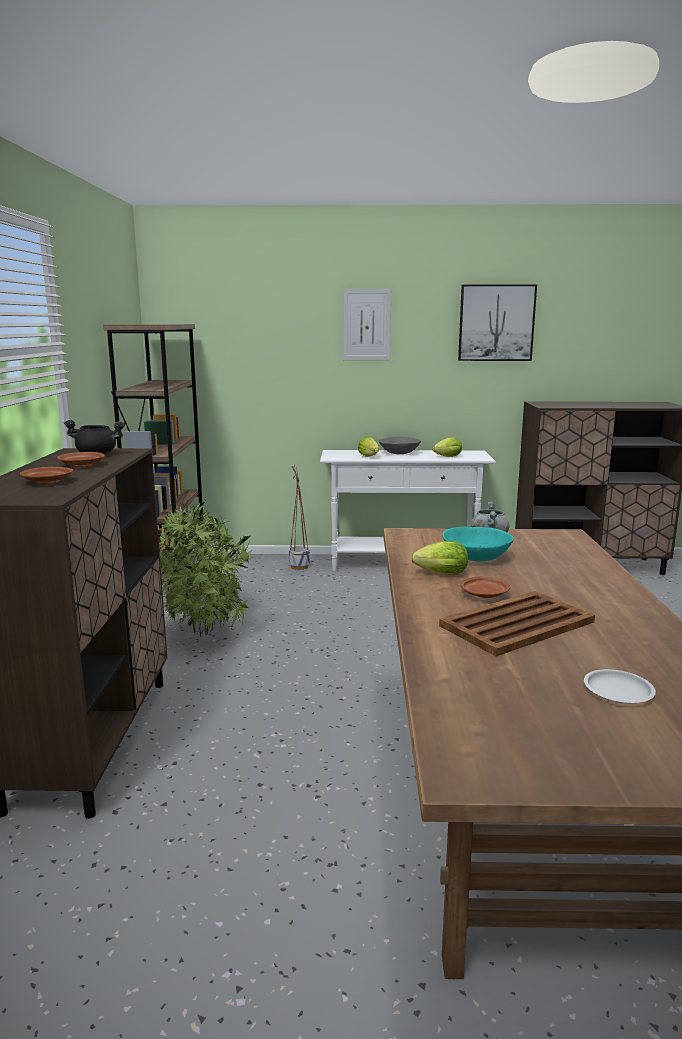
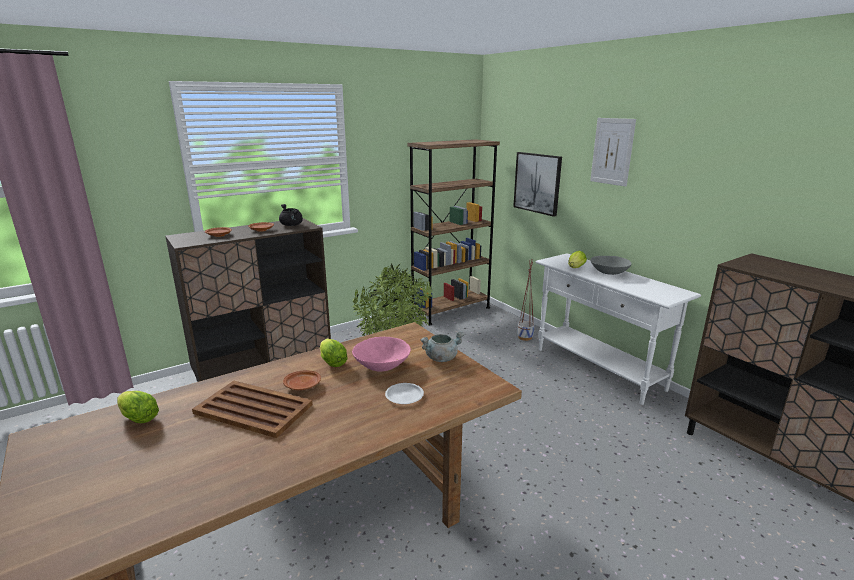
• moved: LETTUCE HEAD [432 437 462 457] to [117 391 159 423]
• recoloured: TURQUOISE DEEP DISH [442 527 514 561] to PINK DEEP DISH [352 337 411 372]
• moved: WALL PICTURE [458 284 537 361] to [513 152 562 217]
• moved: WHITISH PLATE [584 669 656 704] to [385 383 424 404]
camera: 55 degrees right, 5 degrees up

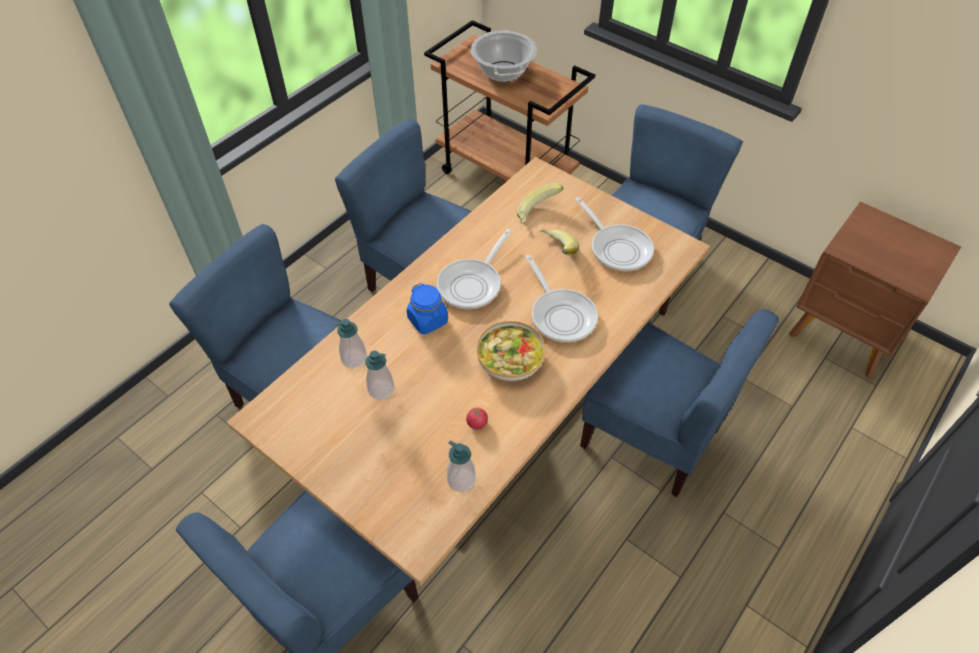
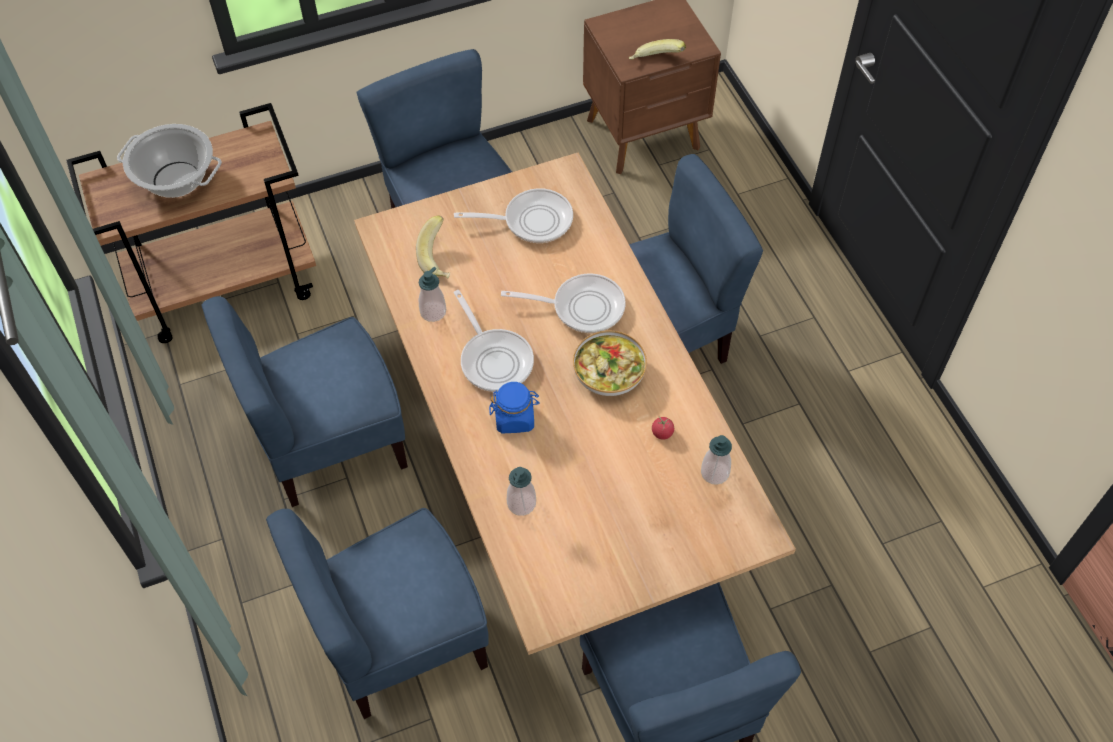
• moved: LIQUID SOAP BOTTLE [365 350 394 400] to [418 267 446 322]
• moved: BANANA [539 228 579 256] to [629 39 686 60]
camera: 60 degrees left, 5 degrees up

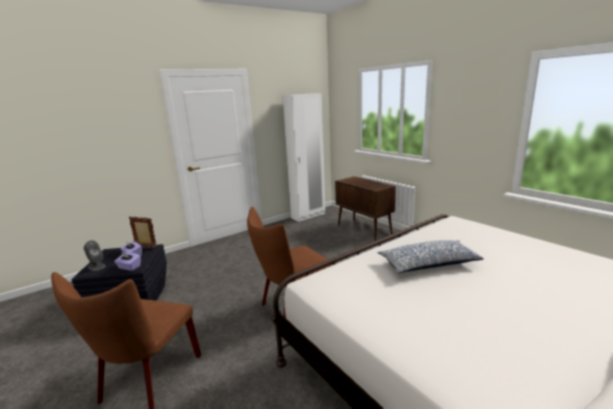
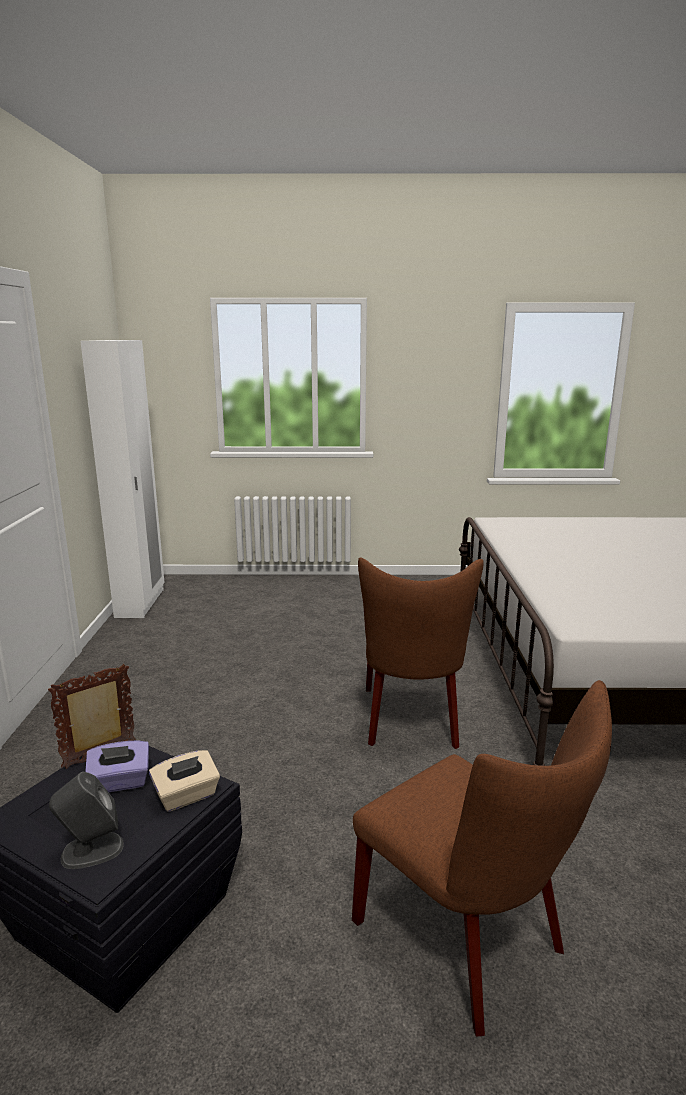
• recoloured: PURPLISH BOX OF TISSUES [114 252 141 271] to BEIGE-COLOURED BOX OF TISSUES [149 750 220 812]
• removed: BROWNISH STORAGE CABINET [335 176 396 241]
• removed: THROW PILLOW [377 240 484 273]
camera: 55 degrees left, 0 degrees up

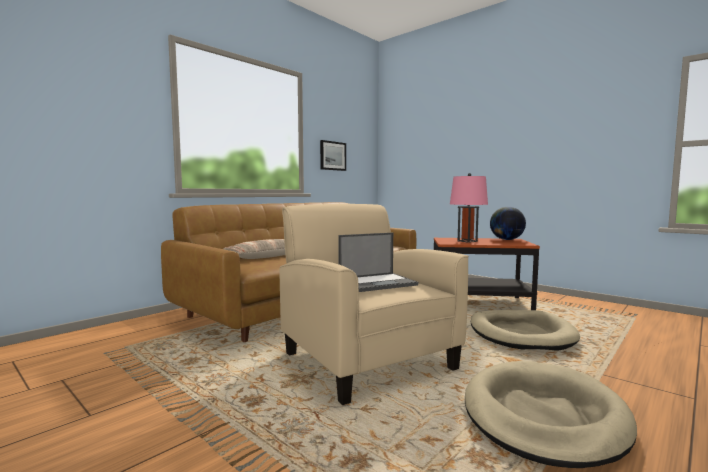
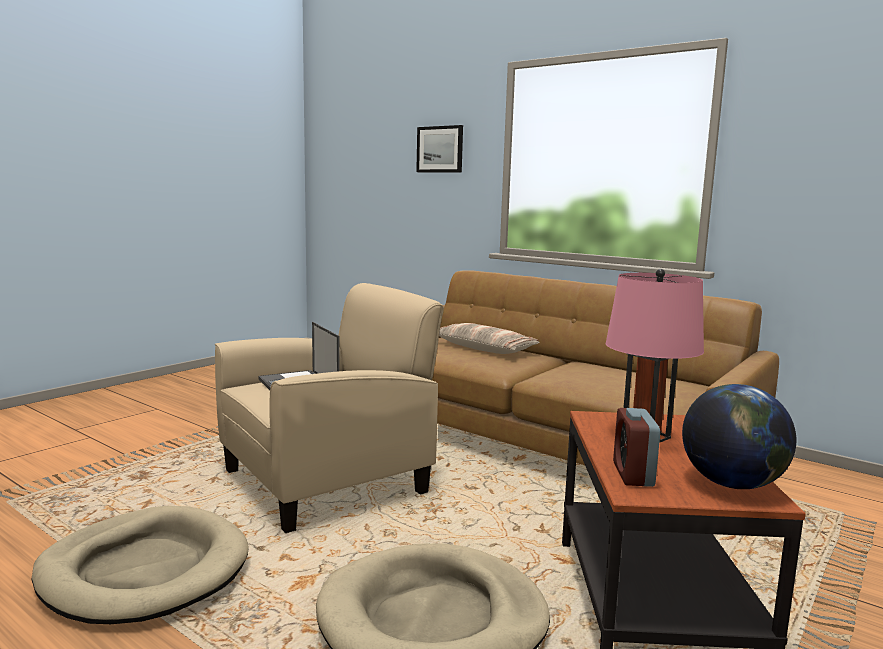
• moved: WALL PICTURE [320 140 346 171] to [416 125 463 173]
• added: TABLE CLOCK [613 408 660 487]
camera: 85 degrees right, 5 degrees up

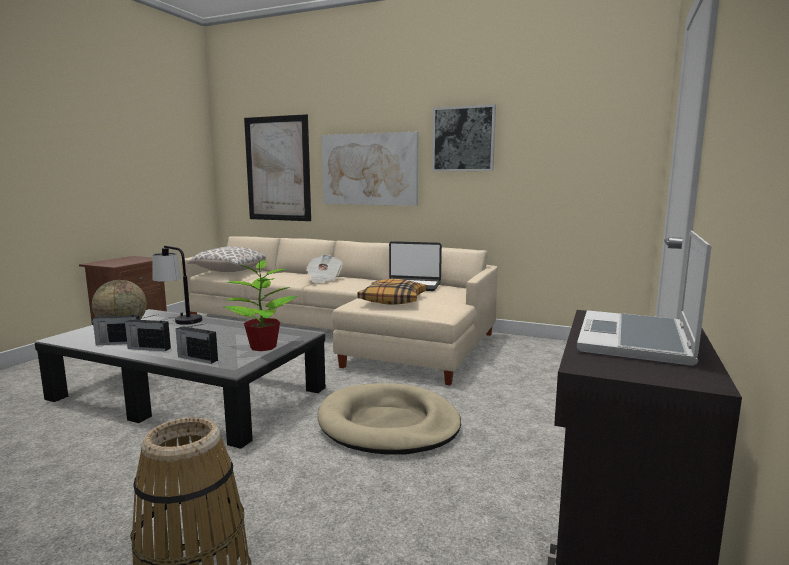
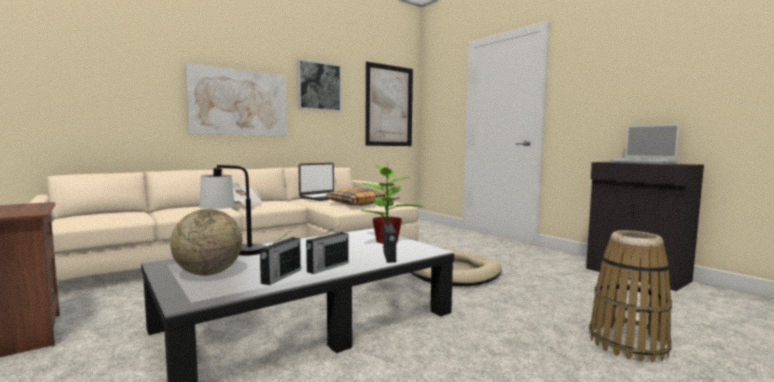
• turned: RADIO [176 324 218 364] = [383 220 397 263] 60 degrees counterclockwise
• removed: THROW PILLOW [187 247 266 272]
• moved: WALL PICTURE [244 114 311 221] to [366 61 413 146]
camera: 60 degrees left, 5 degrees down

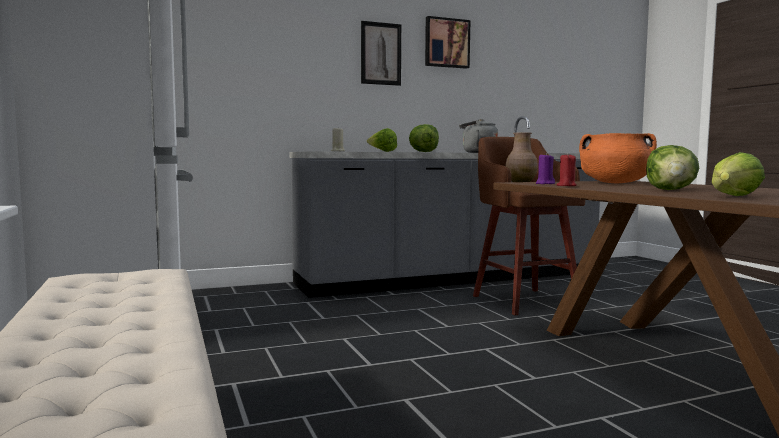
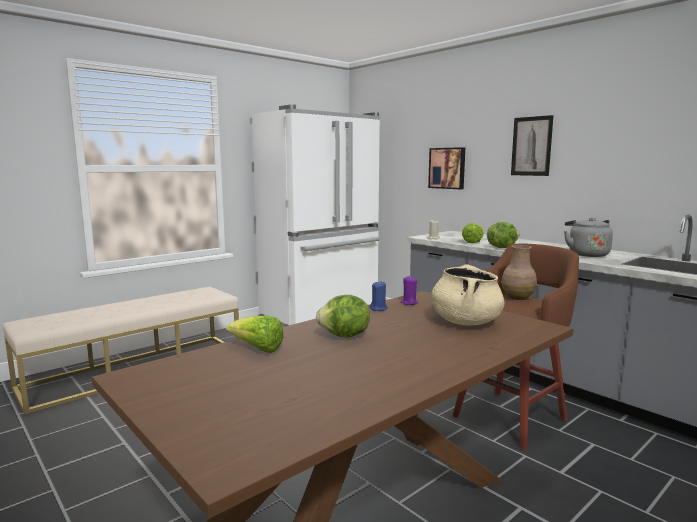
• moved: WALL PICTURE [425 16 470 69] to [428 147 465 189]
• recoloured: REDDISH WAX CANDLE [557 155 577 186] to BLUISH WAX CANDLE [370 282 388 311]
• recoloured: ORANGE COOKING POT [579 133 657 183] to BEIGE-COLOURED COOKING POT [432 264 505 326]
camera: 70 degrees right, 5 degrees up

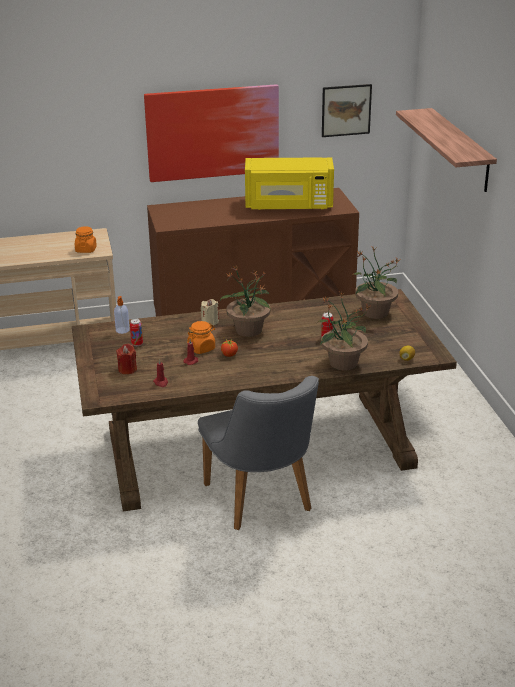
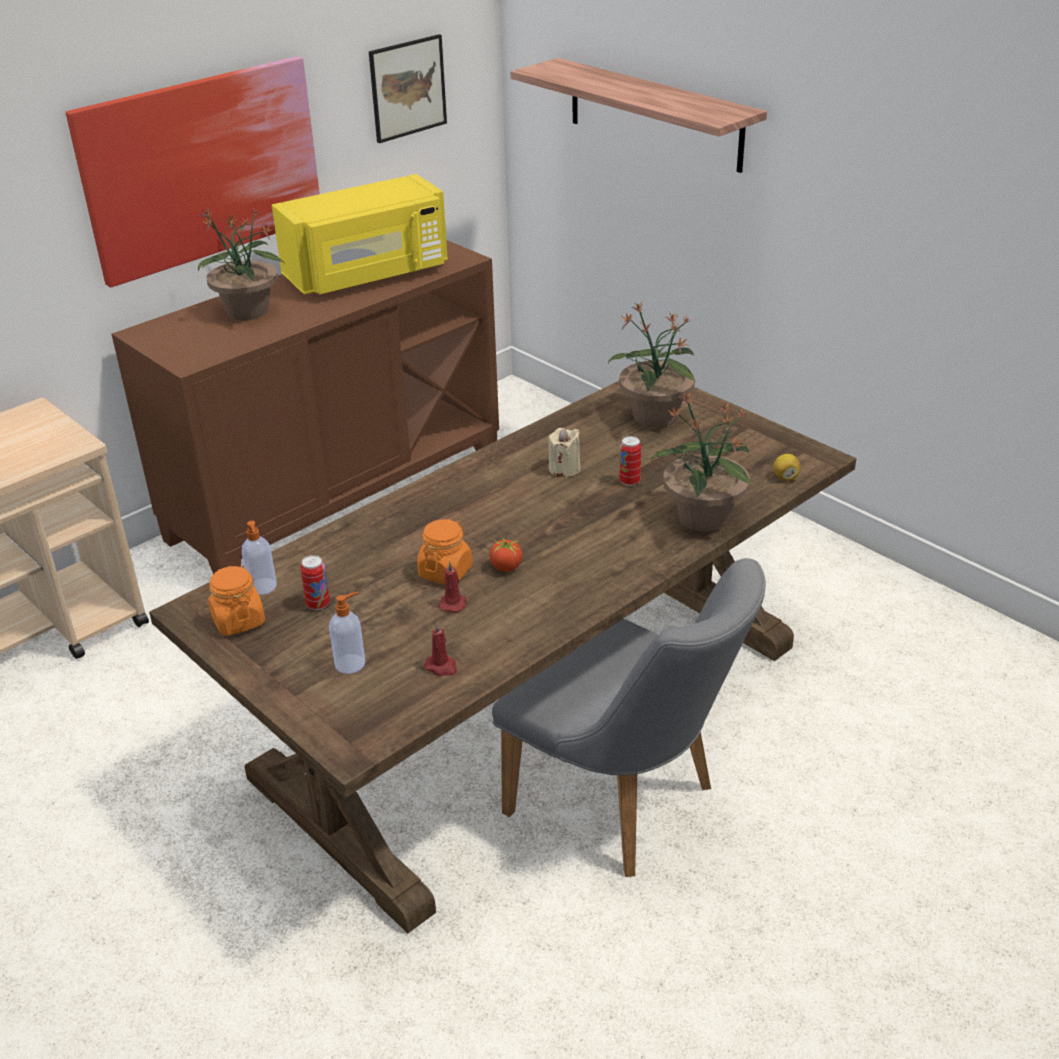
• moved: ORANGE JAR [75 226 97 253] to [208 566 265 636]
• replaced: REDDISH WAX CANDLE [116 344 137 374] to LIQUID SOAP BOTTLE [329 592 365 674]
• moved: BEIGE-COLOURED WAX CANDLE [201 299 219 325] to [548 428 580 477]
• moved: PLANT IN A POT [220 264 271 337] to [198 207 284 320]
camera: 30 degrees left, 5 degrees up

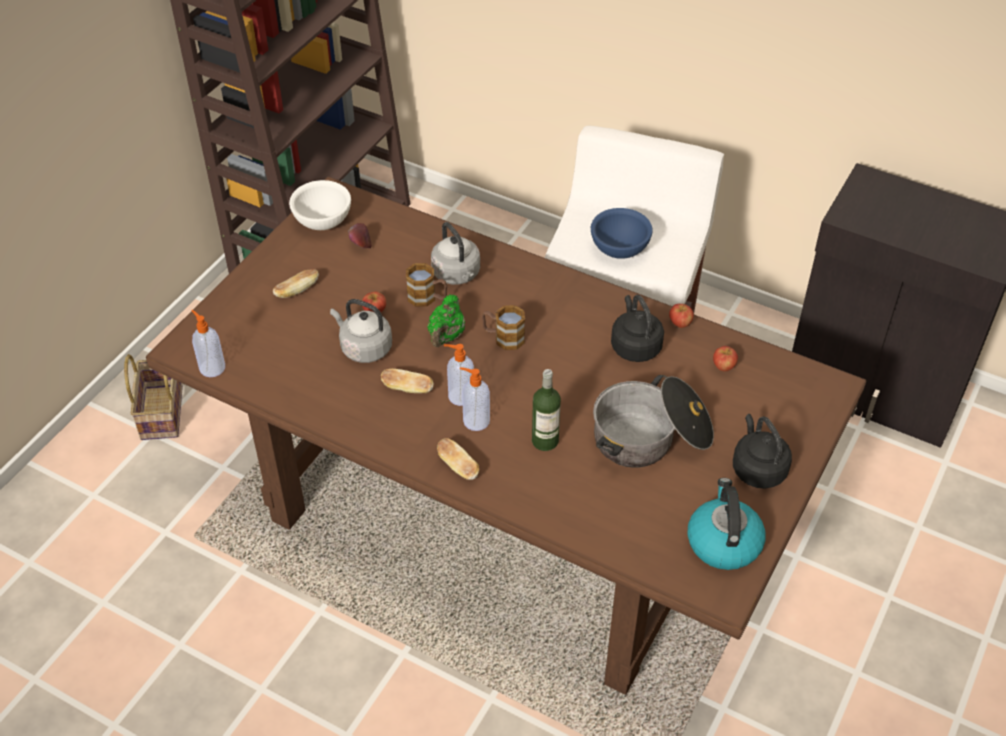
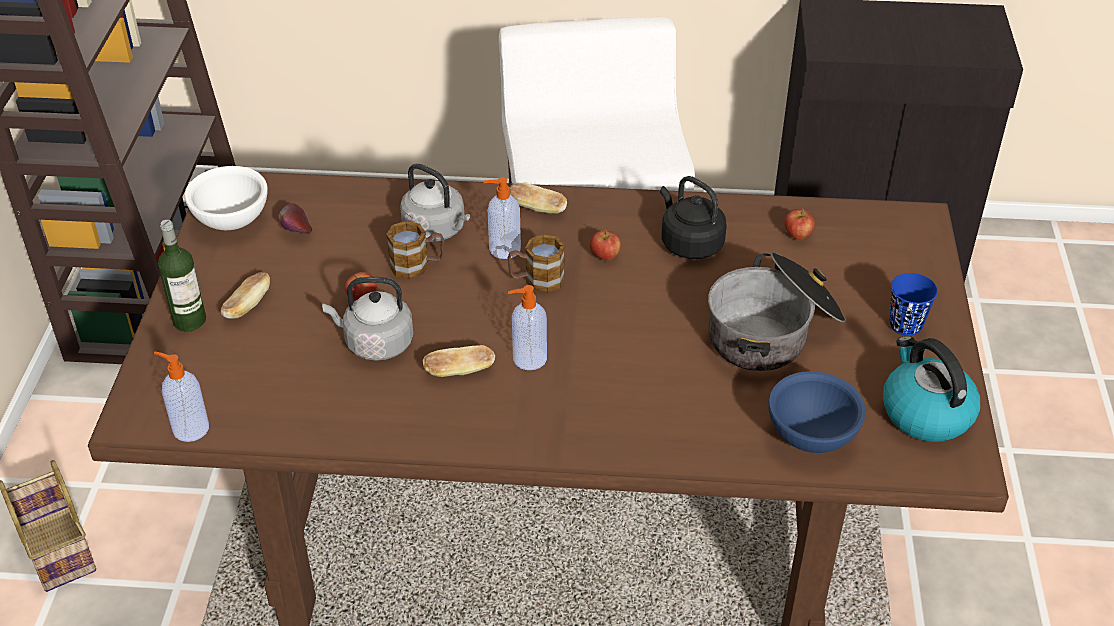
• removed: GREEN-COLOURED TEA POT [427 294 465 347]
• moved: BREAD [437 438 479 480] to [510 183 567 214]
• moved: LIQUID SOAP BOTTLE [460 367 490 431] to [483 177 521 259]
• moved: BOTTLE [532 369 561 451] to [158 220 206 332]
• moved: BLUISH DEEP DISH [591 208 653 259] to [768 371 866 453]
• moved: APPLE [669 304 694 328] to [590 229 621 260]
• replaced: BLACK WATER KETTLE [733 414 792 489] to BLUISH SMALL CUP [889 273 938 336]
camera: 25 degrees left, 5 degrees down

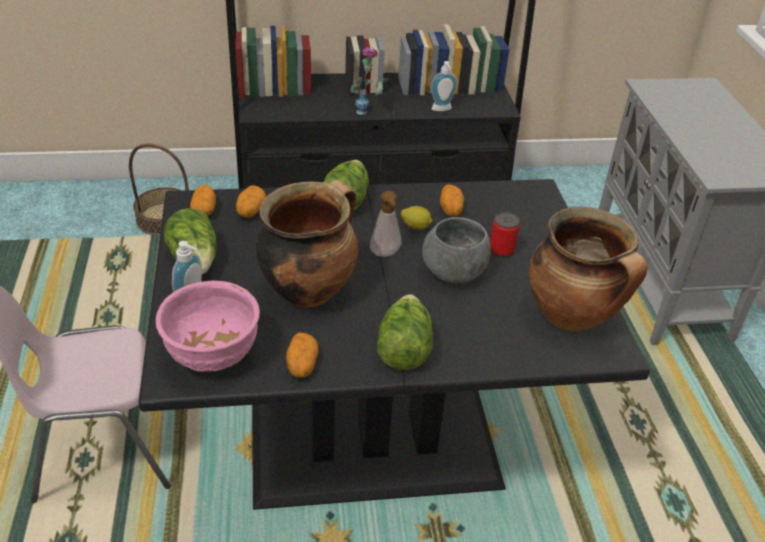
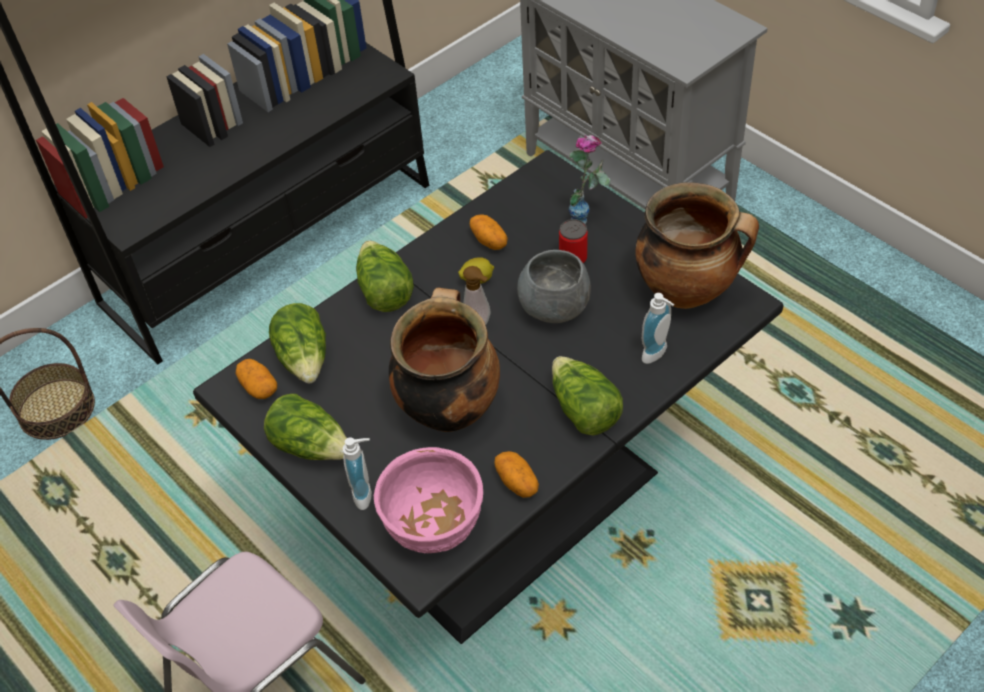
• replaced: POTATO [236 185 266 218] to LETTUCE HEAD [269 303 326 383]
• moved: FLOWER VASE [350 47 389 115] to [568 135 610 224]
• moved: LIQUID SOAP BOTTLE [431 61 457 111] to [642 293 674 364]
camera: 30 degrees left, 10 degrees up

